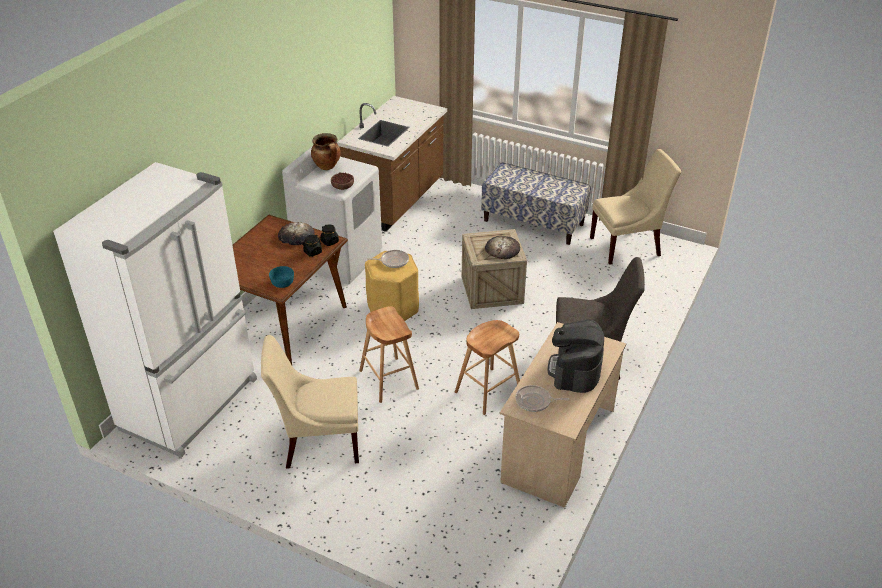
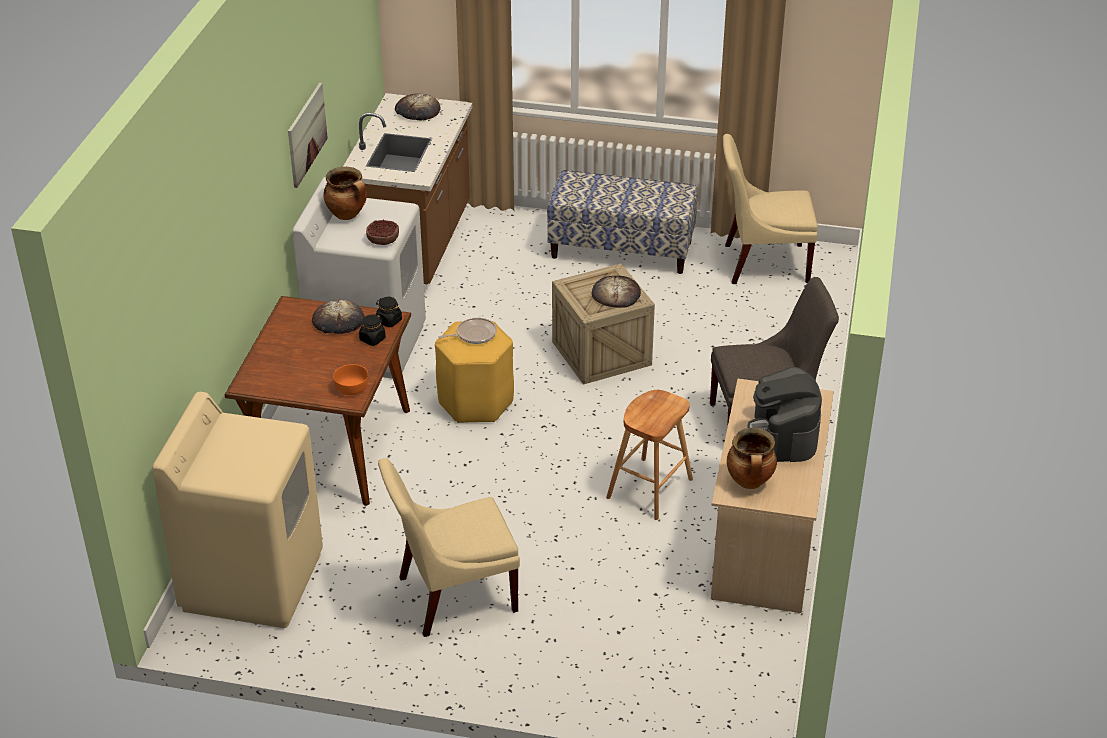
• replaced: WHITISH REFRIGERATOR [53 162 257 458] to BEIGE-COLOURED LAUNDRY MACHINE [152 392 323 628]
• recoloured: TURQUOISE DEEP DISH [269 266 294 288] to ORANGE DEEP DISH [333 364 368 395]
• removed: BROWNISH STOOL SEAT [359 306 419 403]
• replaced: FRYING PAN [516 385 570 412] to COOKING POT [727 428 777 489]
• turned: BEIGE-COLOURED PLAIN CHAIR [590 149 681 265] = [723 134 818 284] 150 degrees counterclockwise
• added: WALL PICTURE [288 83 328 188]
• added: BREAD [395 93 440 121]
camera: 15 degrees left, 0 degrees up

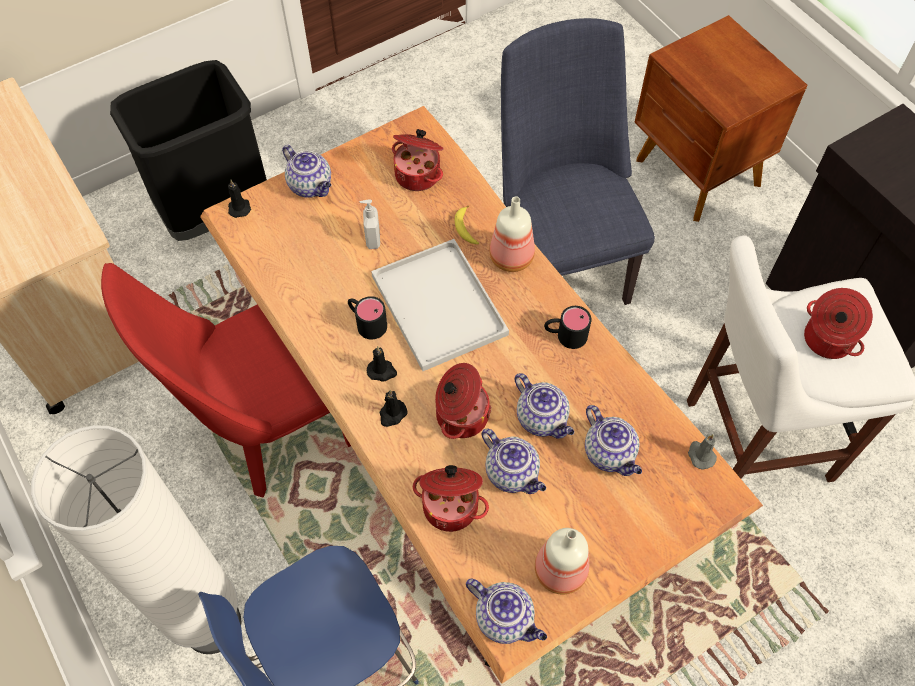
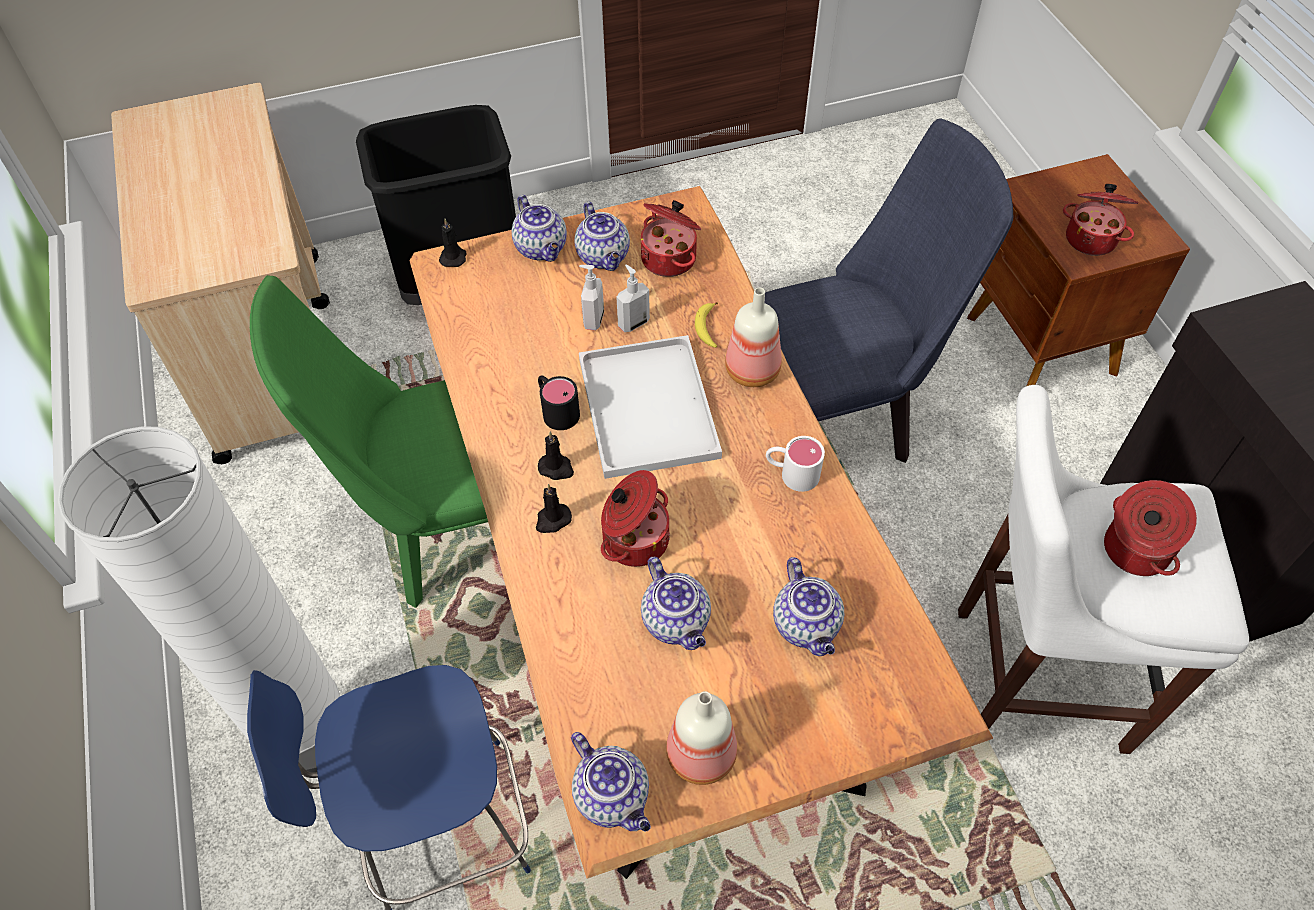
• recoloured: REDDISH PLAIN CHAIR [101 263 351 497] to GREEN-COLOURED PLAIN CHAIR [250 275 488 608]
• moved: COOKING POT [413 465 489 532] to [1063 184 1138 256]
• turned: BLUISH PLAIN CHAIR [501 18 655 305] = [765 118 1013 463] 75 degrees clockwise
• moved: TEA POT [515 373 574 439] to [575 202 630 271]
• recoloured: BLACK TEA MUG [544 306 592 349] to WHITISH TEA MUG [766 436 825 492]
• removed: GRAY WAX CANDLE [688 434 717 470]
• added: LIQUID SOAP BOTTLE [616 265 650 332]
camera: 15 degrees right, 5 degrees down

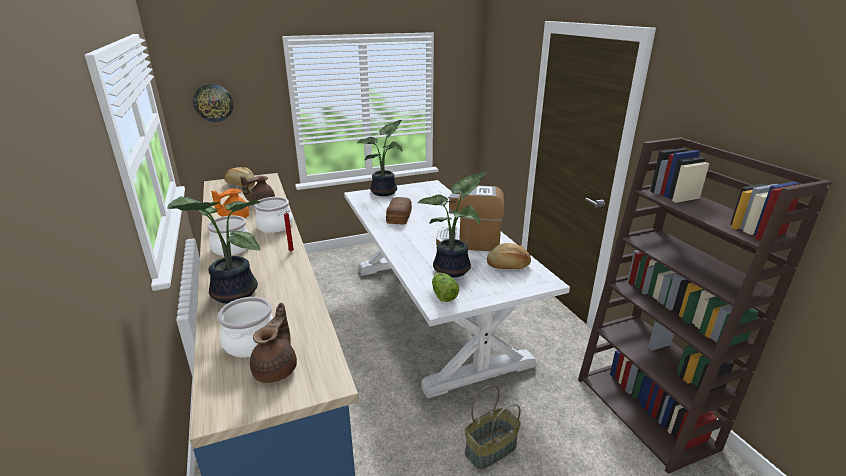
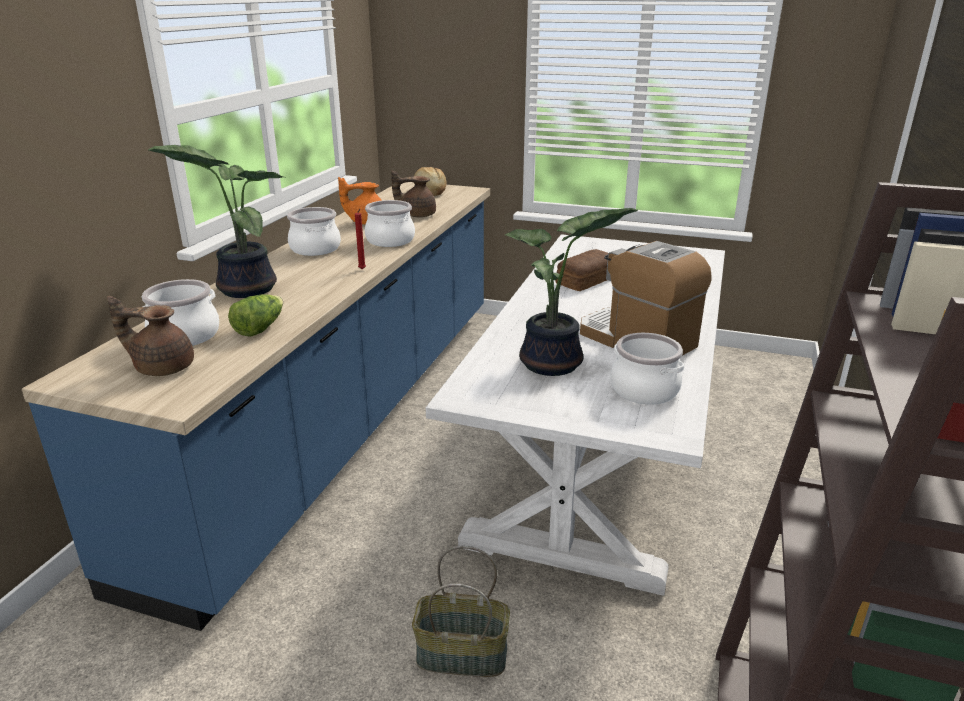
• removed: CLOCK ON THE WALL [193 84 233 122]
• turned: BROWNISH TEA POT [250 303 297 383] = [107 296 194 376] 135 degrees counterclockwise
• removed: PLANT IN A POT [357 120 402 196]
• moved: LETTUCE HEAD [432 272 459 302] to [228 295 283 337]
• replaced: BREAD [487 243 531 269] to COOKING POT [610 333 684 405]
camera: 40 degrees right, 0 degrees up

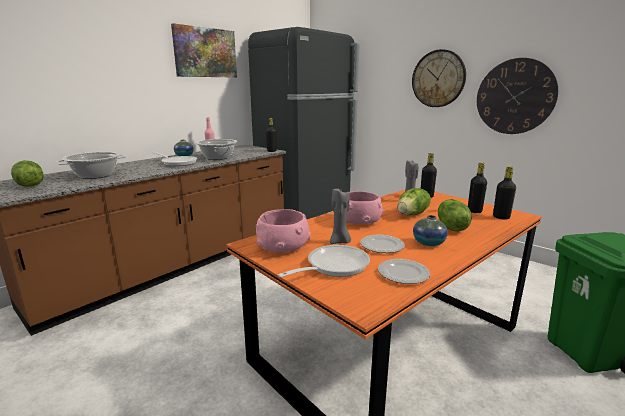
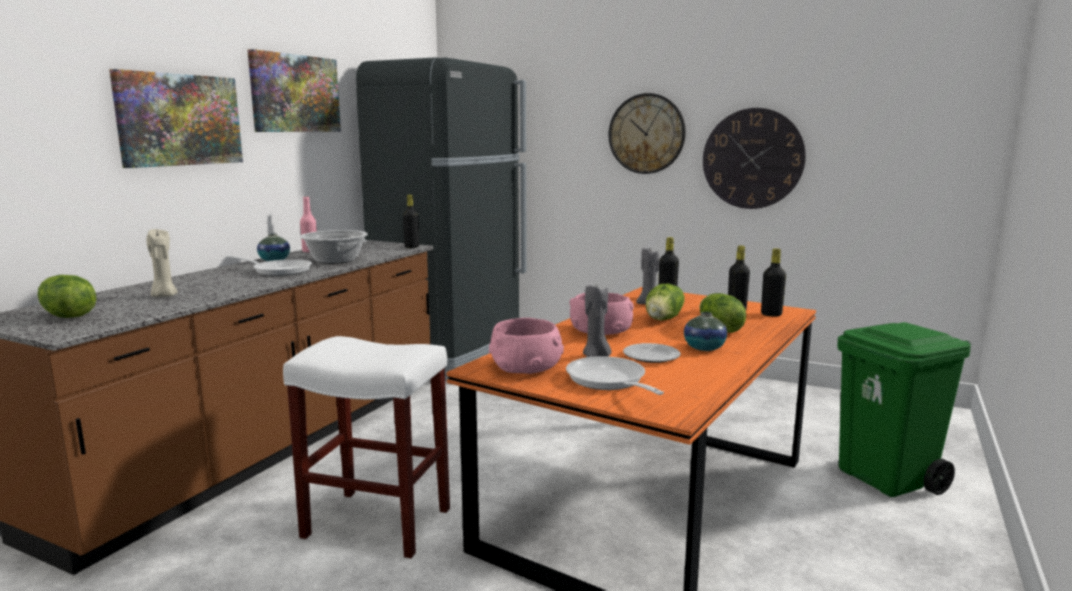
• replaced: COOKING POT [57 152 126 179] to BEIGE-COLOURED WAX CANDLE [146 229 178 297]
• turned: FRYING PAN [278 245 370 278] = [566 356 664 395] 60 degrees counterclockwise
• removed: PLATE [378 259 430 284]
• added: WALL PICTURE [109 69 243 168]
• added: WHITISH STOOL SEAT [283 336 450 558]
camera: 15 degrees left, 5 degrees down

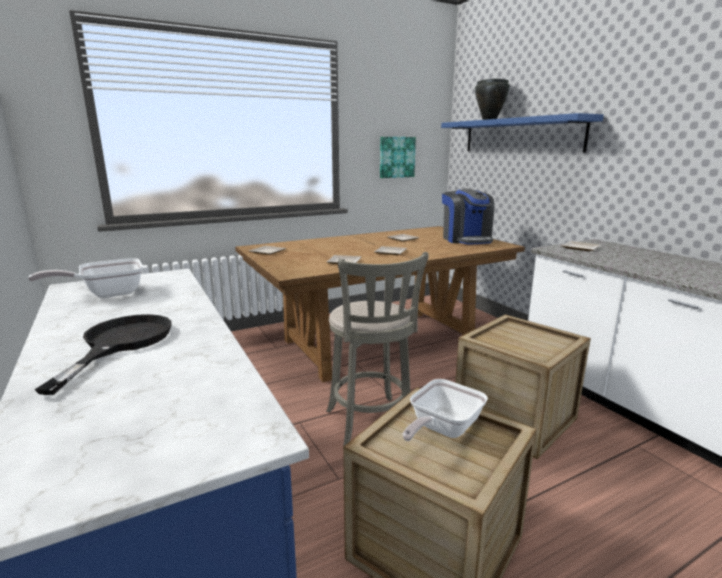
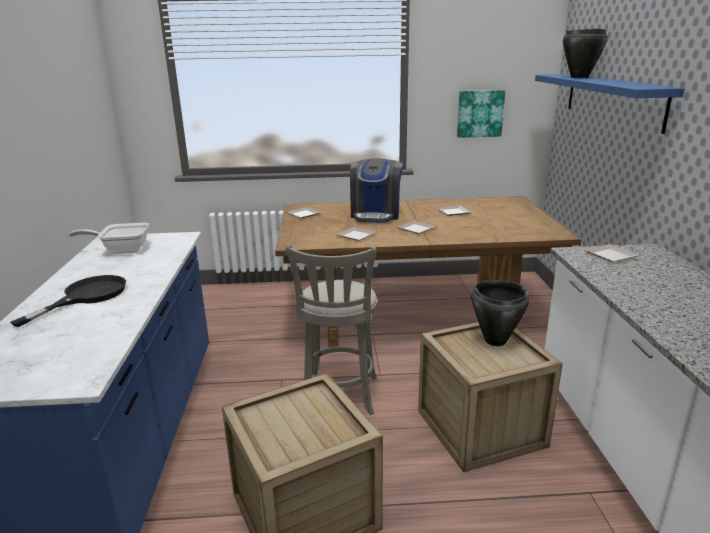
• removed: FRYING PAN [402 379 488 441]
• moved: COFFEE MAKER [442 189 495 245] to [350 158 403 223]
• added: BLACK COOKING POT [471 281 529 346]
camera: 25 degrees right, 5 degrees up

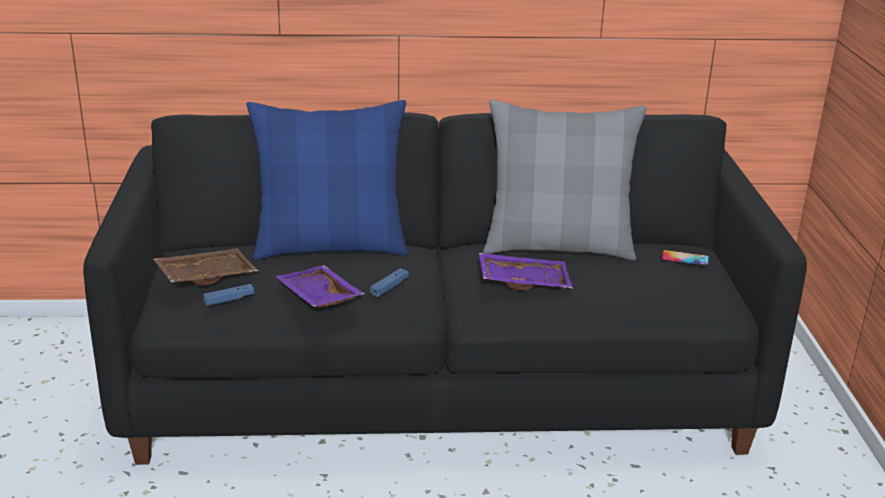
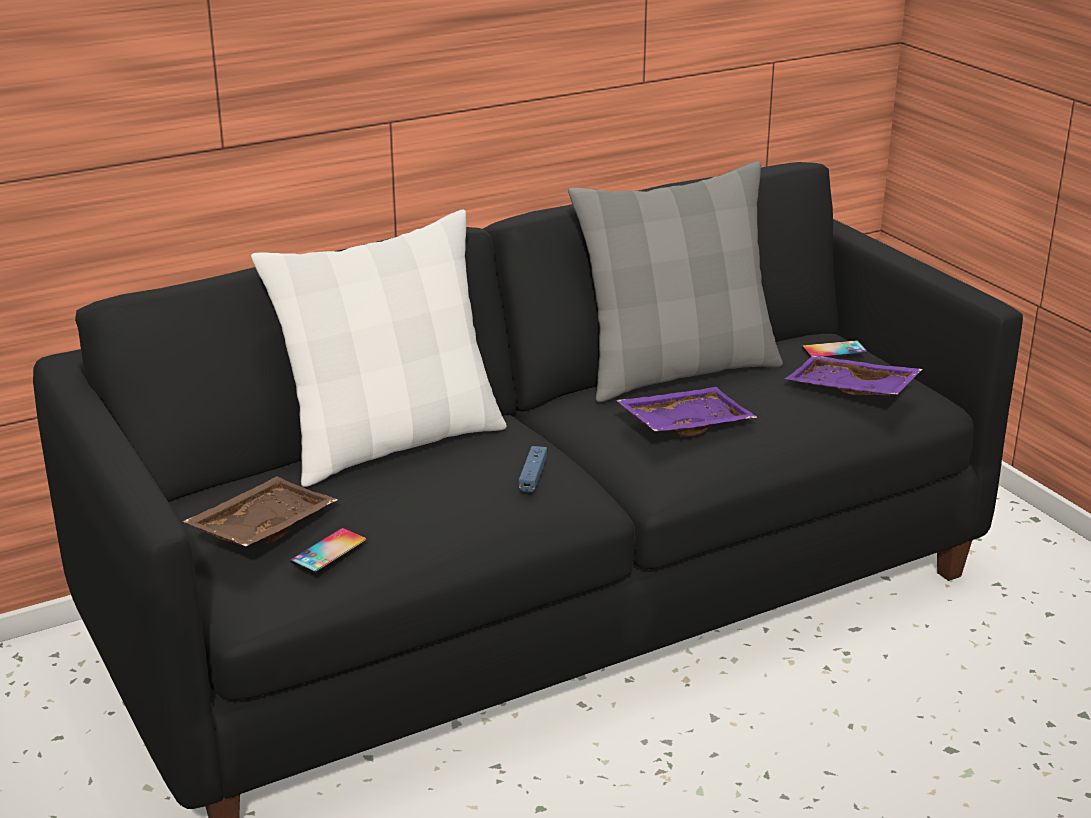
• replaced: BLUISH GAMEPAD [203 284 255 306] to PHONE [290 528 366 573]
• recoloured: BLUISH THROW PILLOW [247 100 408 260] to WHITISH THROW PILLOW [251 210 507 487]
• moved: PURPLISH TRAY [276 265 365 308] to [784 356 923 396]
camera: 25 degrees left, 0 degrees up

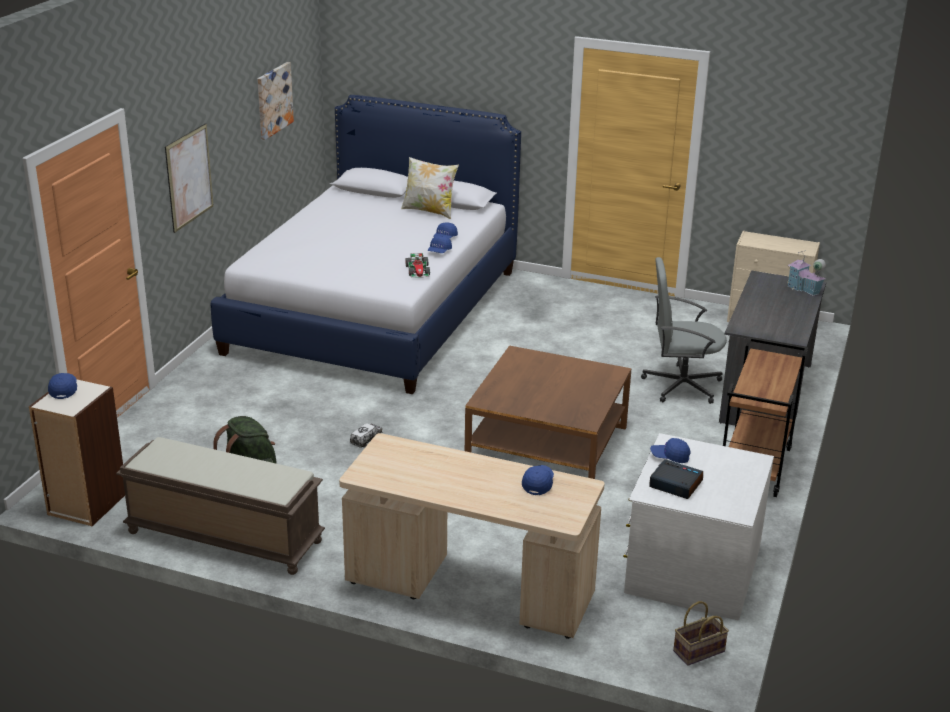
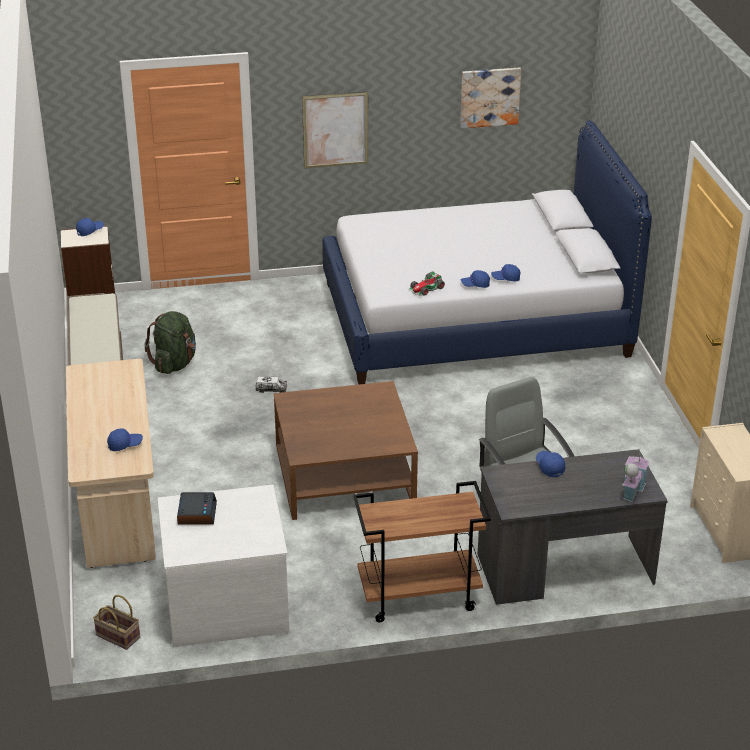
• removed: THROW PILLOW [401 157 459 219]
• moved: BLUISH PEAKED CAP [650 438 690 463] to [536 451 565 477]
camera: 60 degrees right, 5 degrees up

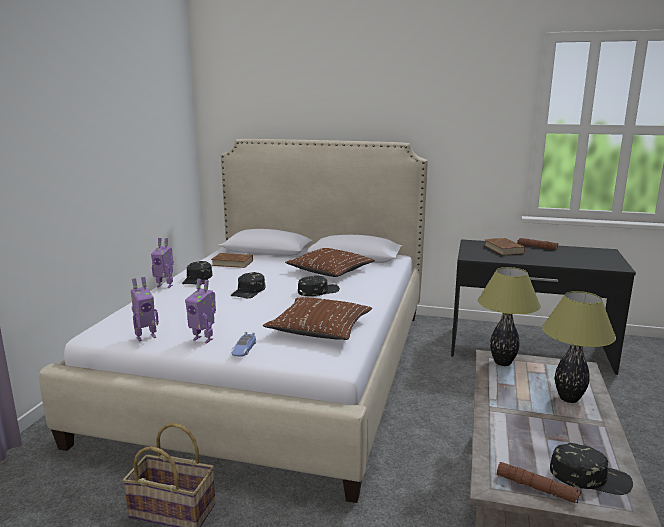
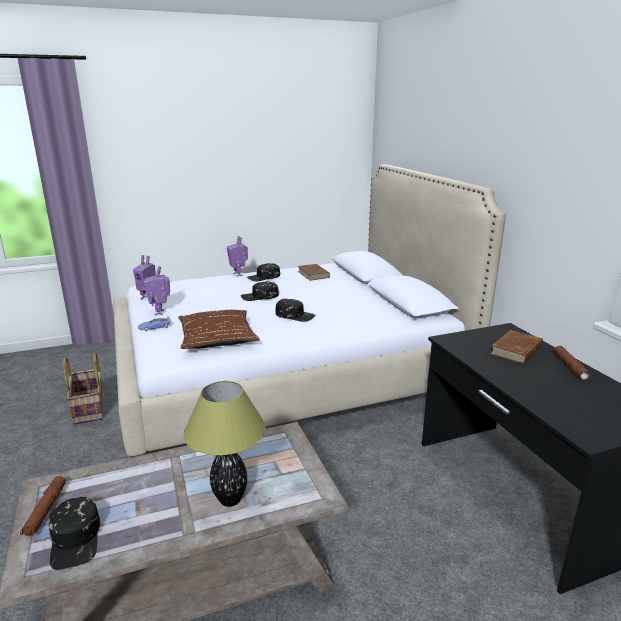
• removed: BROWNISH THROW PILLOW [285 248 375 277]
• removed: TABLETOP LAMP [478 267 541 366]
camera: 55 degrees right, 5 degrees up

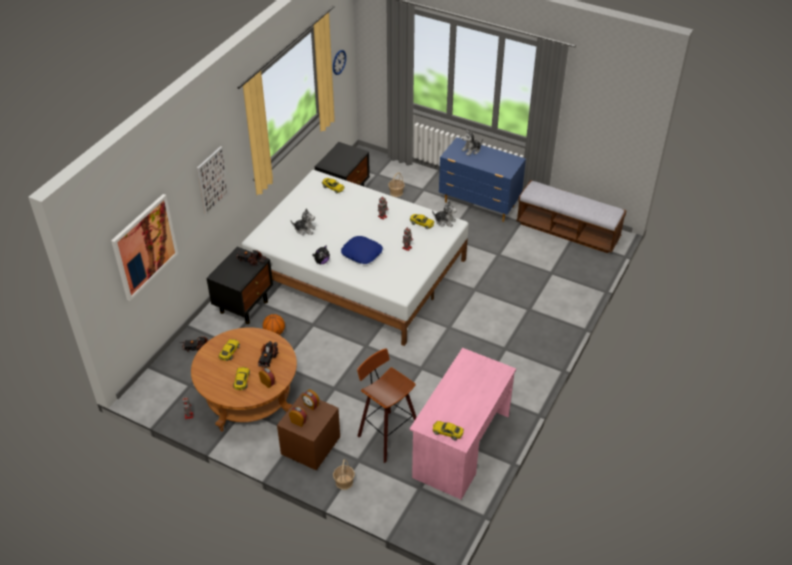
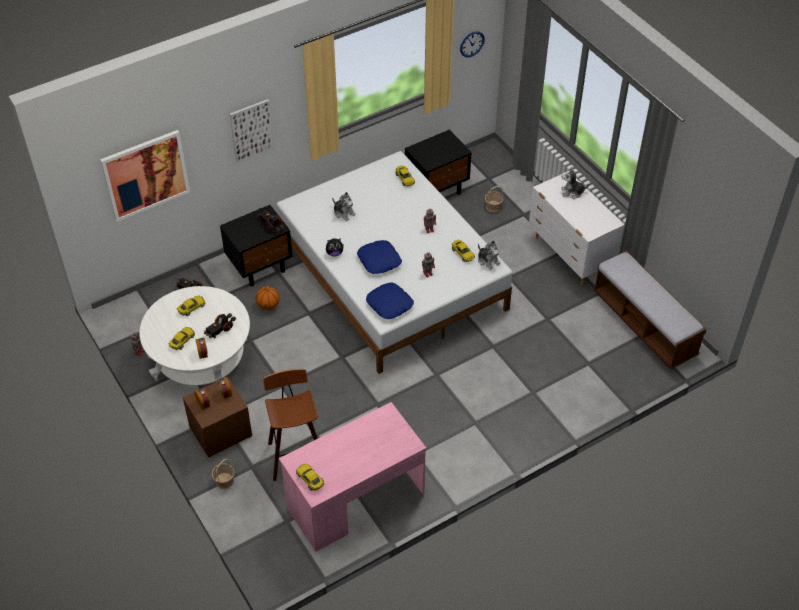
• recoloured: BROWNISH COFFEE TABLE [191 328 297 432] to WHITISH COFFEE TABLE [139 286 250 385]
• recoloured: BLUISH CHEST OF DRAWERS [439 137 526 222] to WHITISH CHEST OF DRAWERS [529 171 624 285]
• added: BLUISH THROW PILLOW [366 283 414 319]
camera: 30 degrees right, 5 degrees up

